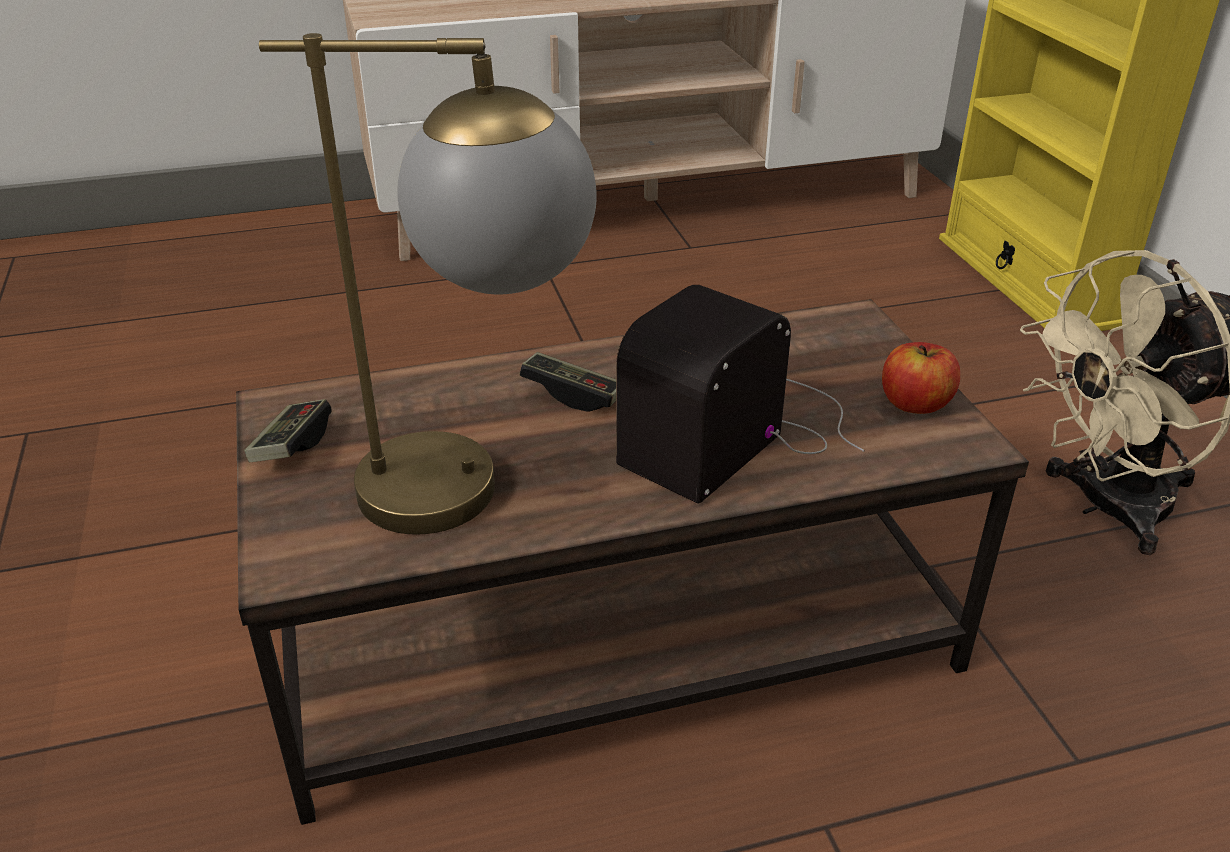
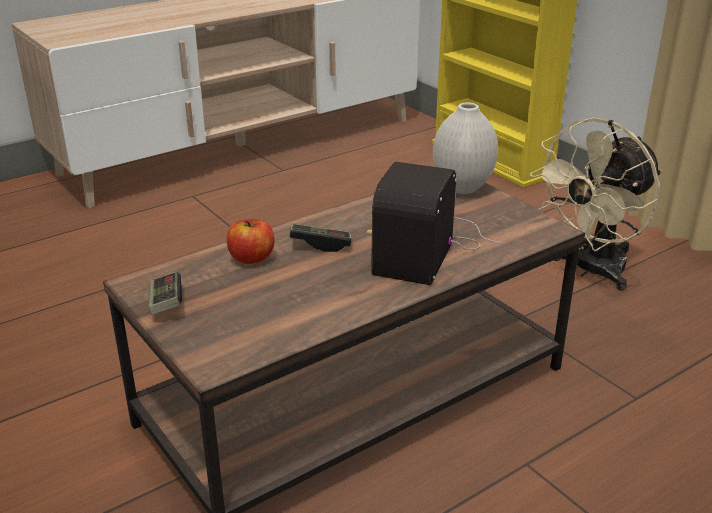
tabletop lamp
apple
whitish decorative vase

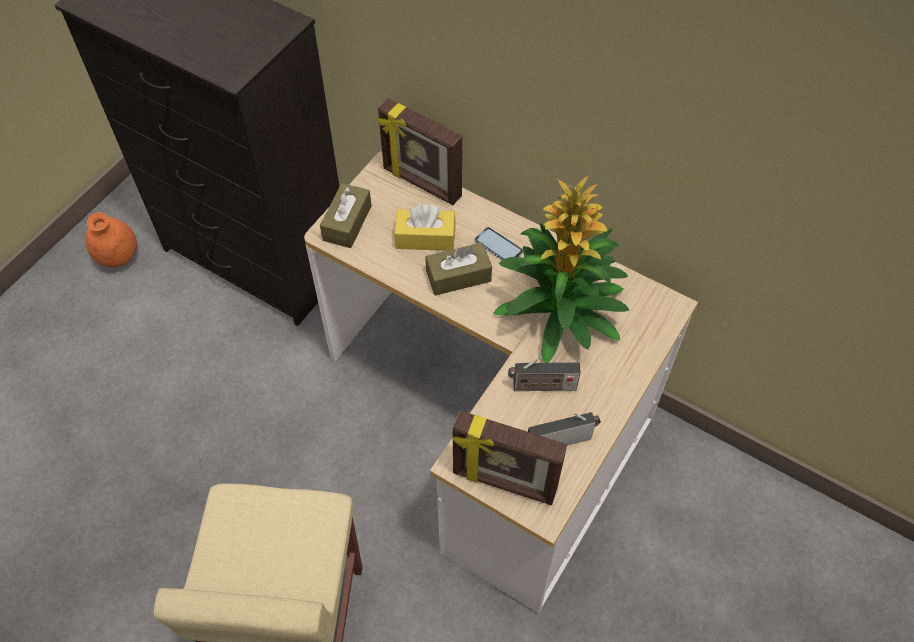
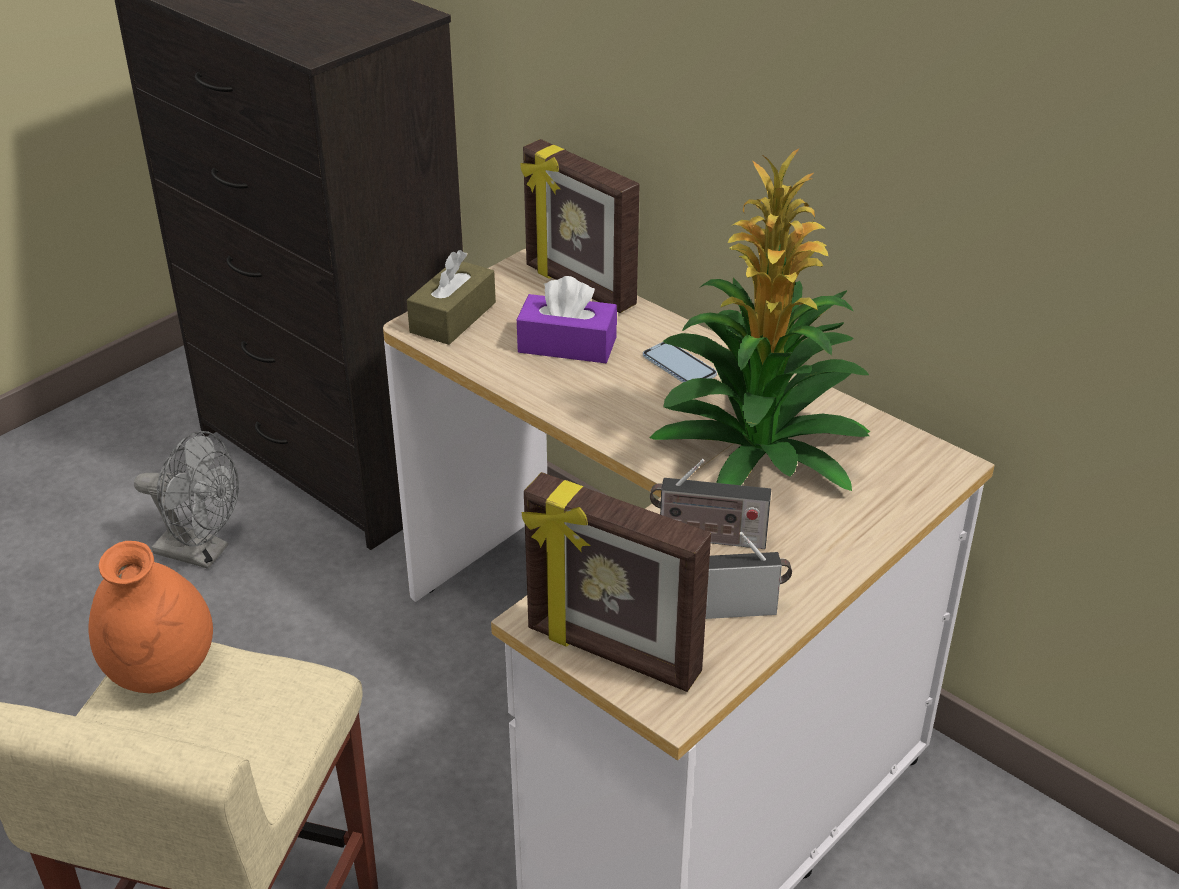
orange-coloured decorative vase
purplish tissue holder
brown-coloured tissue holder (no. 2 from left in the first image)
grey electric fan

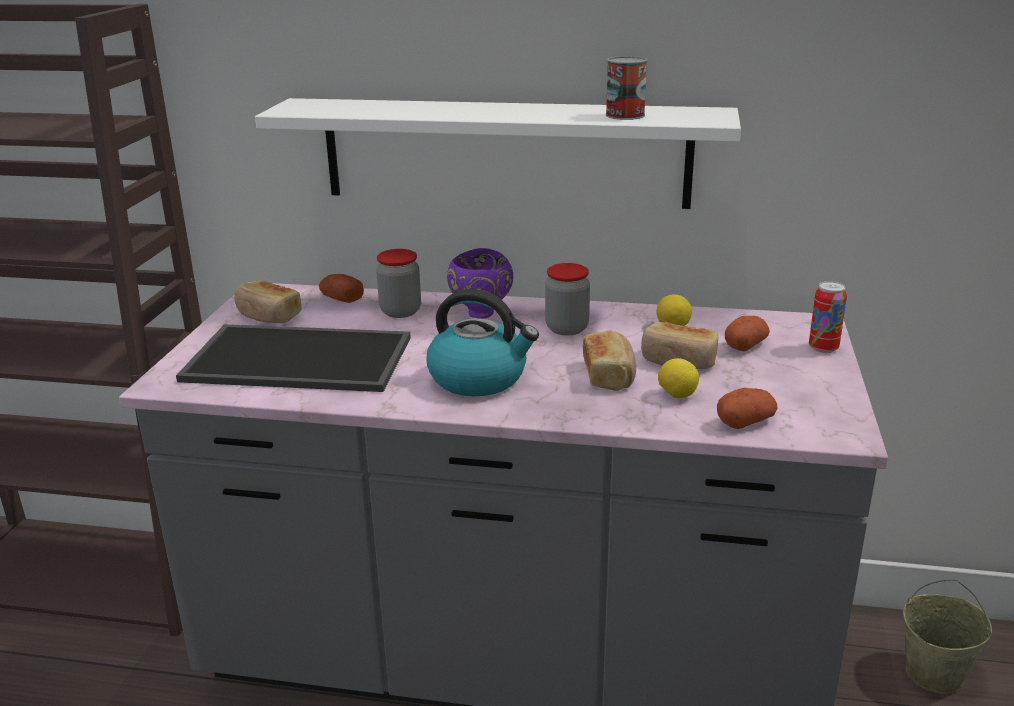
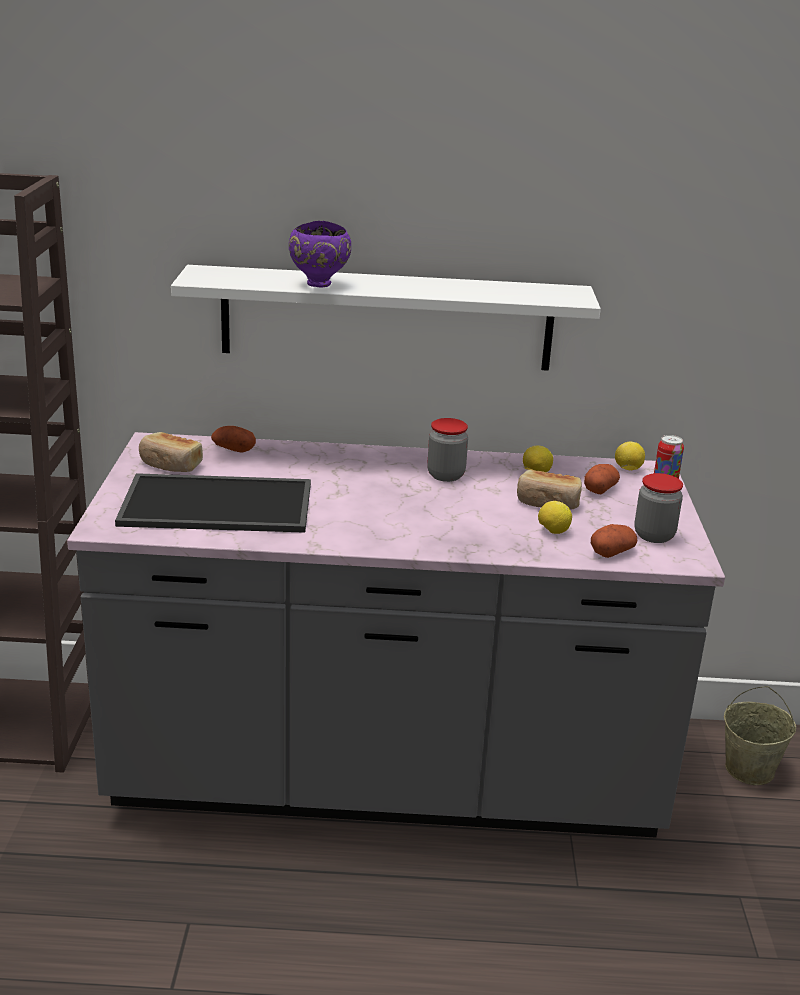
jar (no. 2 from left)
water kettle
purplish bowl
baked bread (no. 2 from left in the first image)
sealed can (no. 1 from left in the first image)
citrus fruit (no. 3 from left)

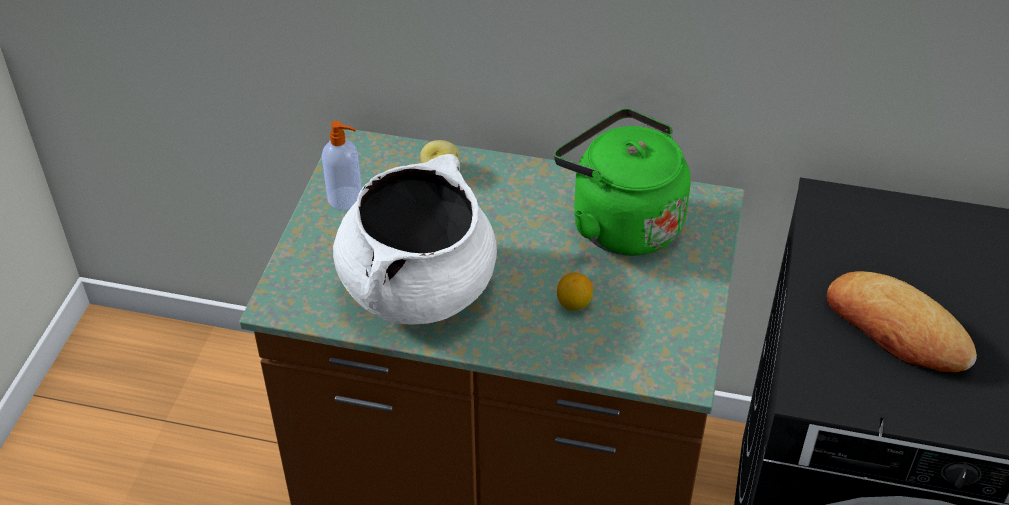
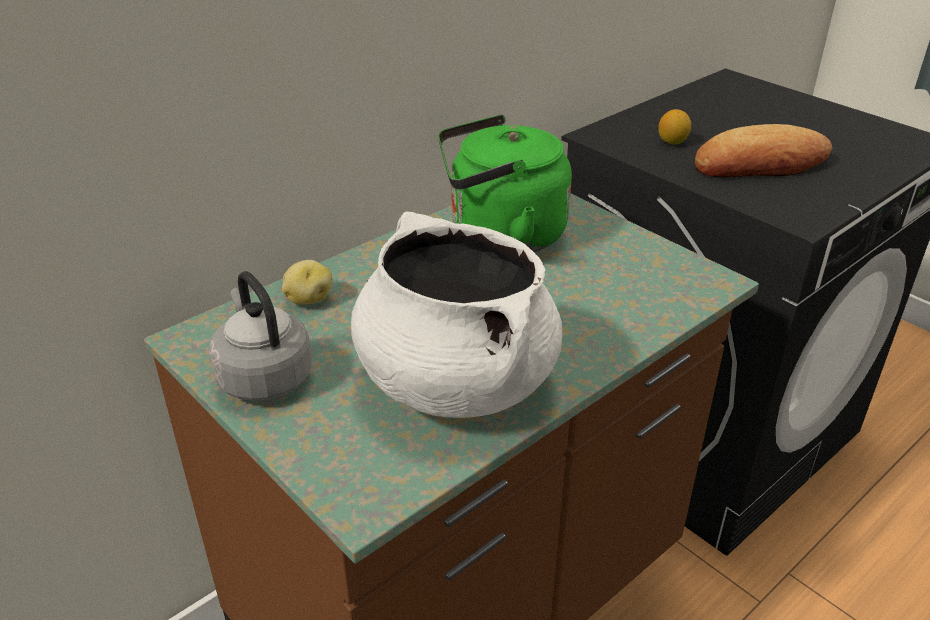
grey water kettle
citrus fruit

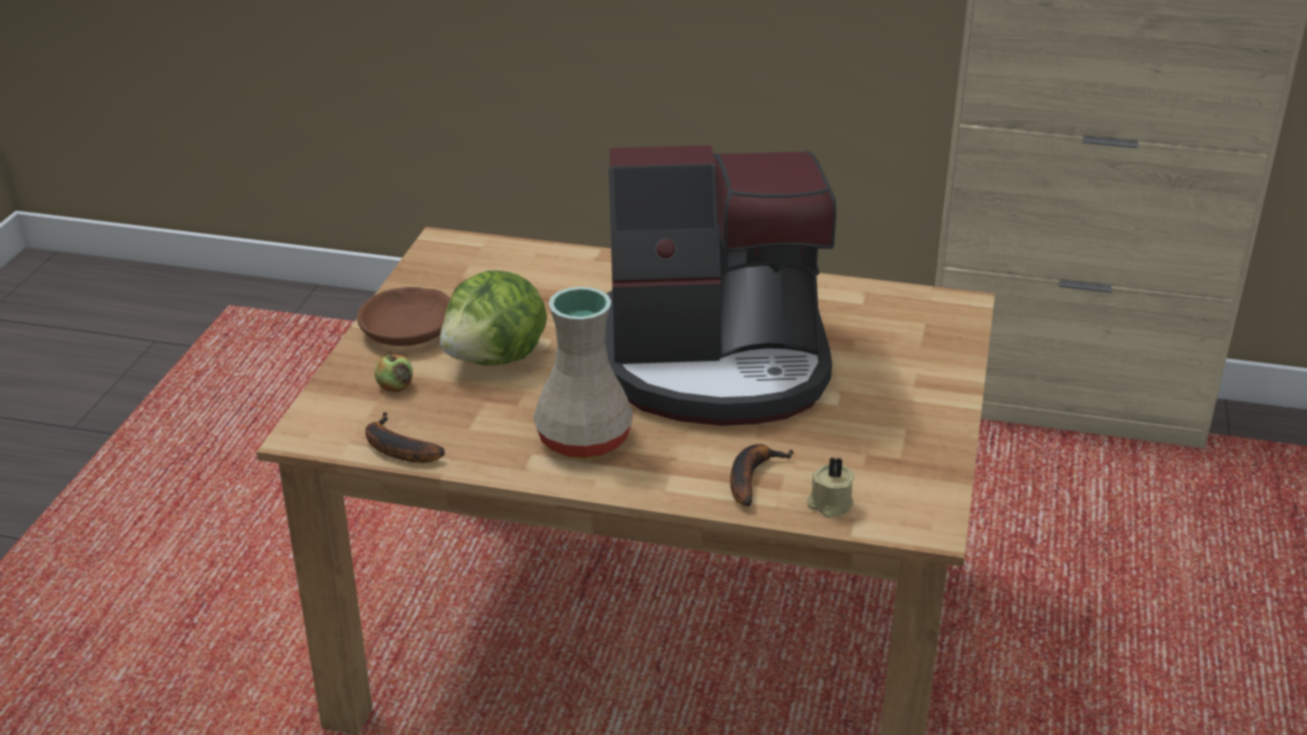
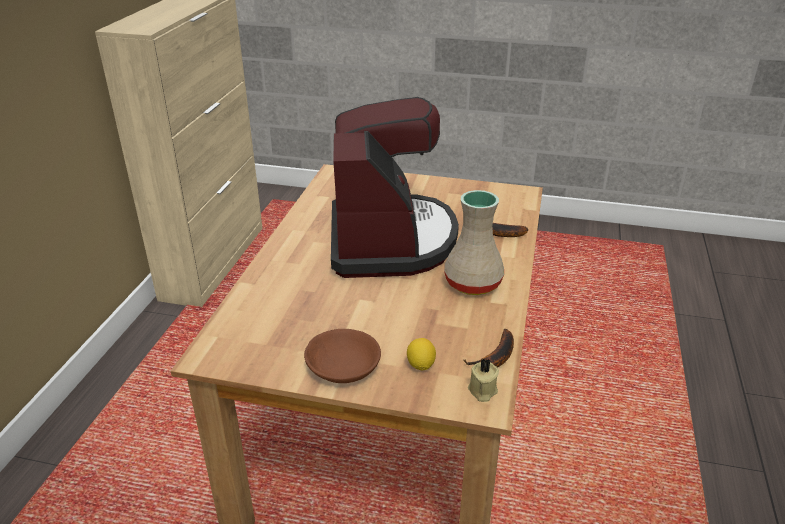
citrus fruit
lettuce head
beige candle

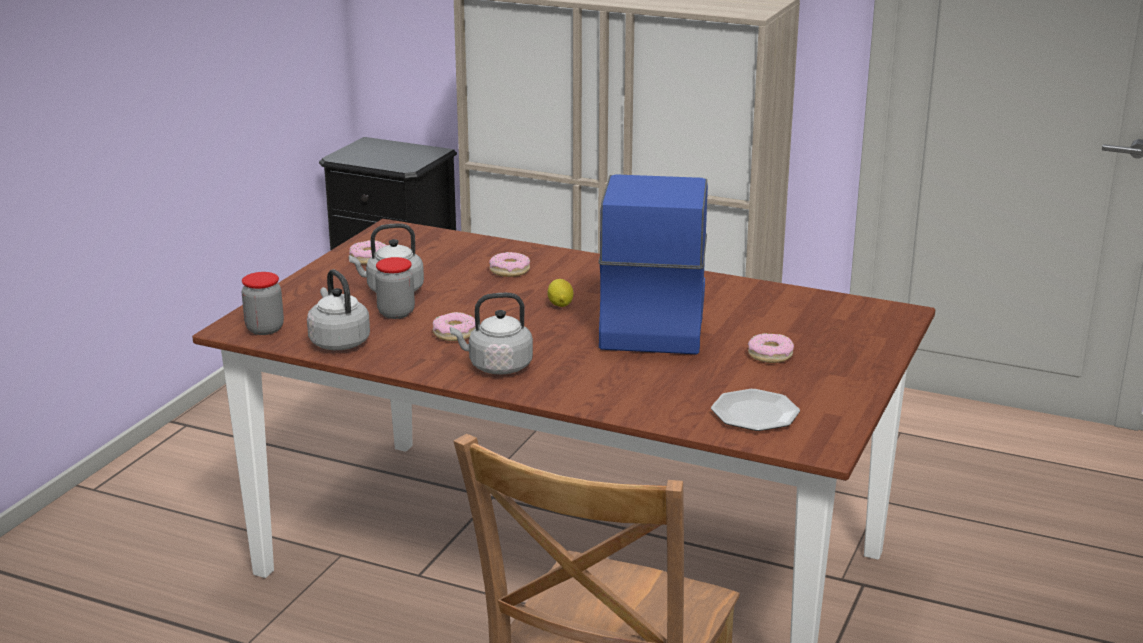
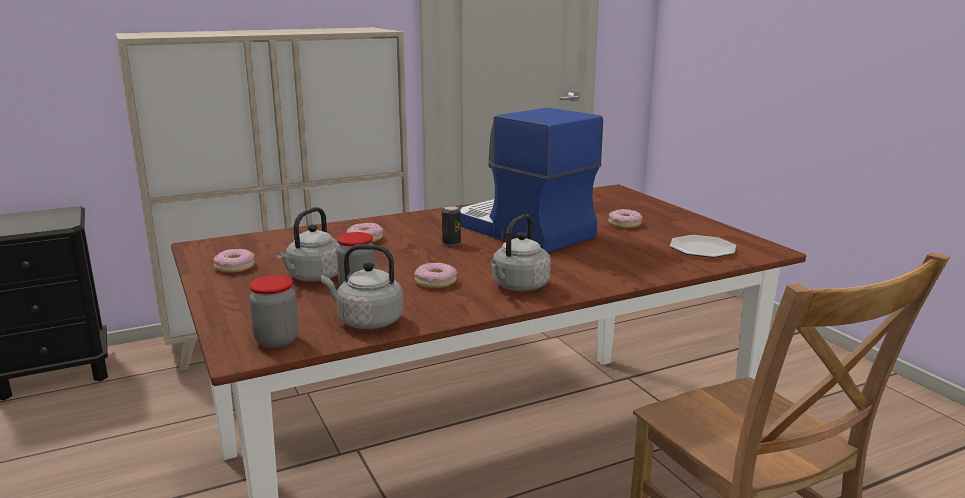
sealed can

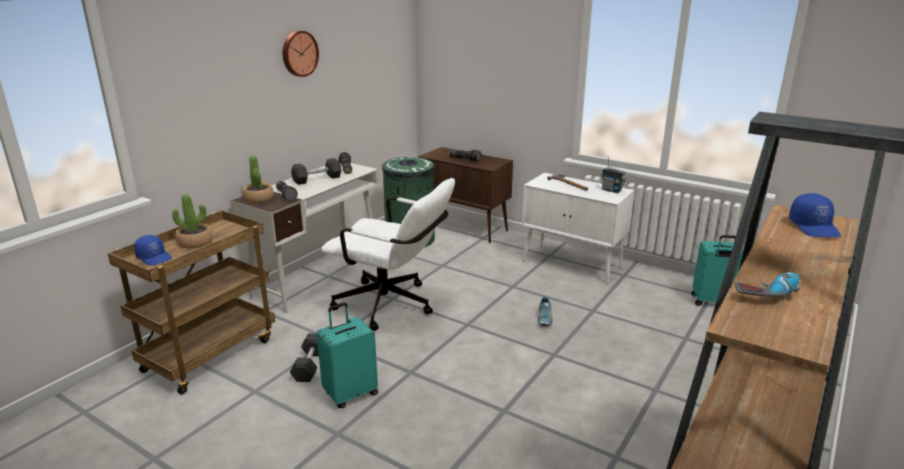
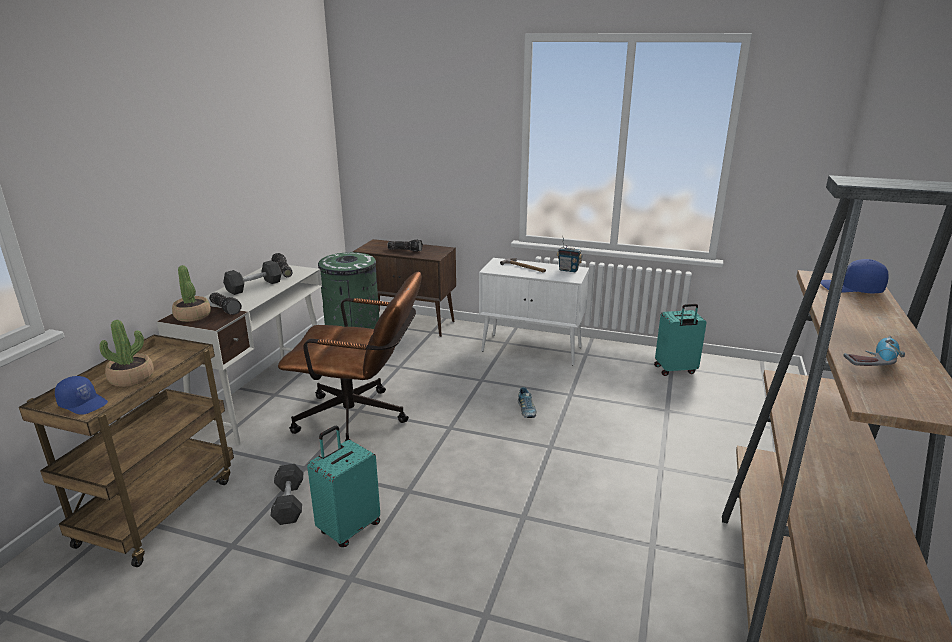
clock on the wall
brown-coloured office chair
blue peaked cap (no. 2 from left)

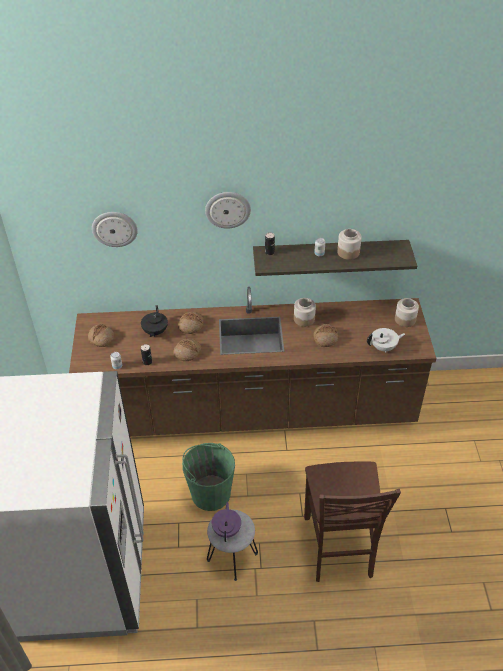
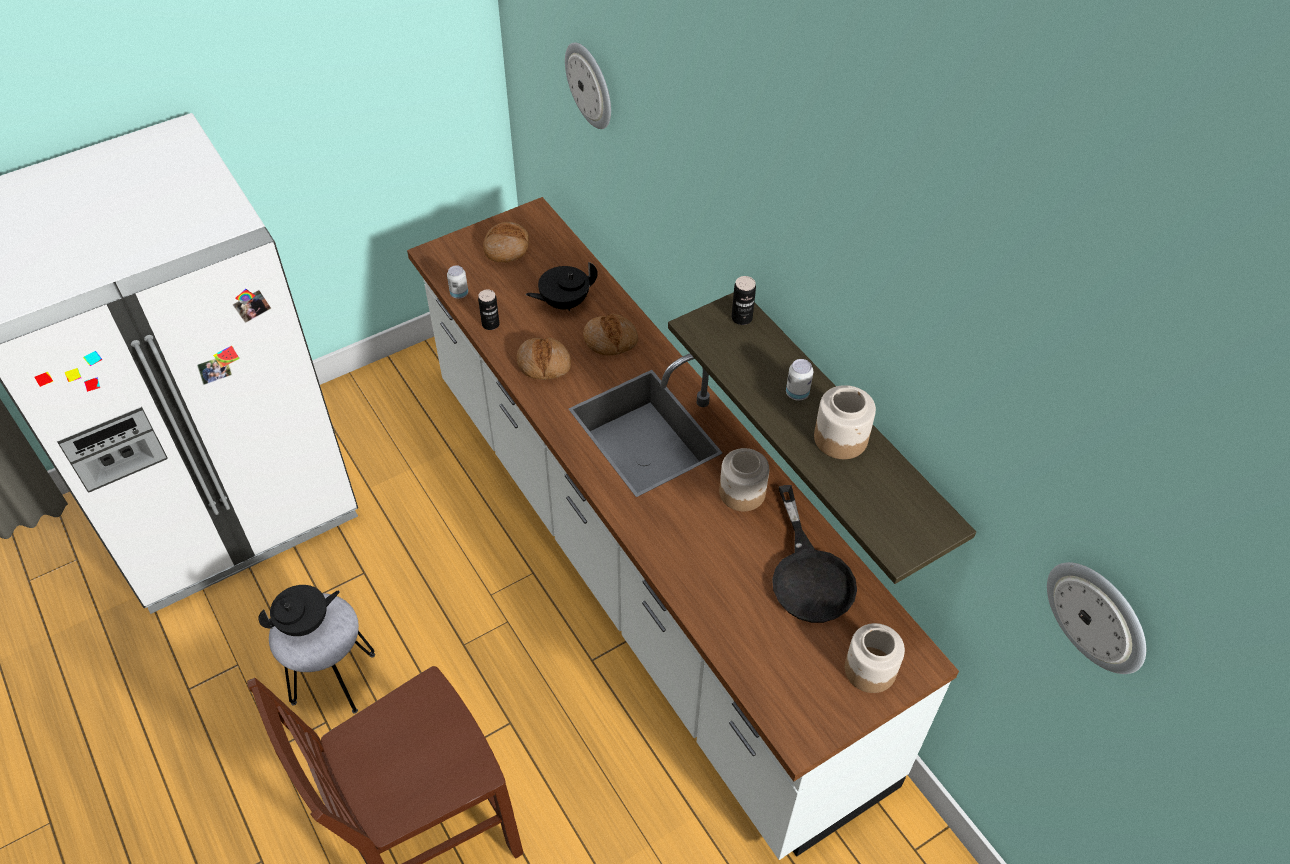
whitish kitchen counter
greenish water bucket
clock on the wall (no. 2 from left)
blackish tea pot (no. 1 from left)
baked bread (no. 4 from left in the first image)
whitish tea pot
blackish pan

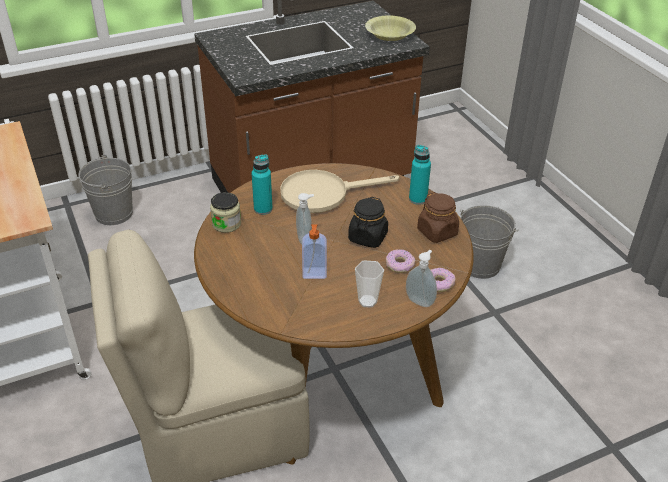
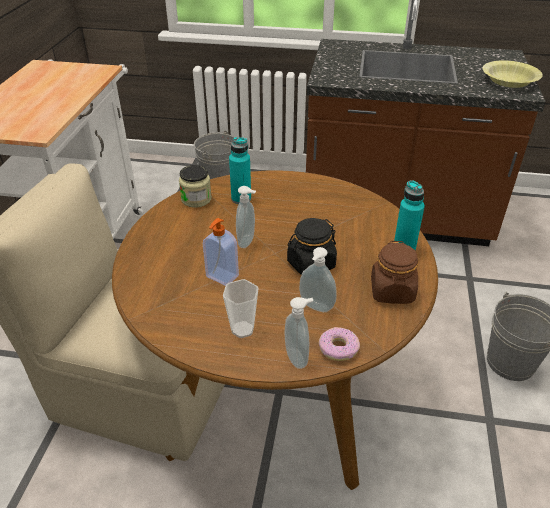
beige pan
soap dispenser (no. 4 from left)

